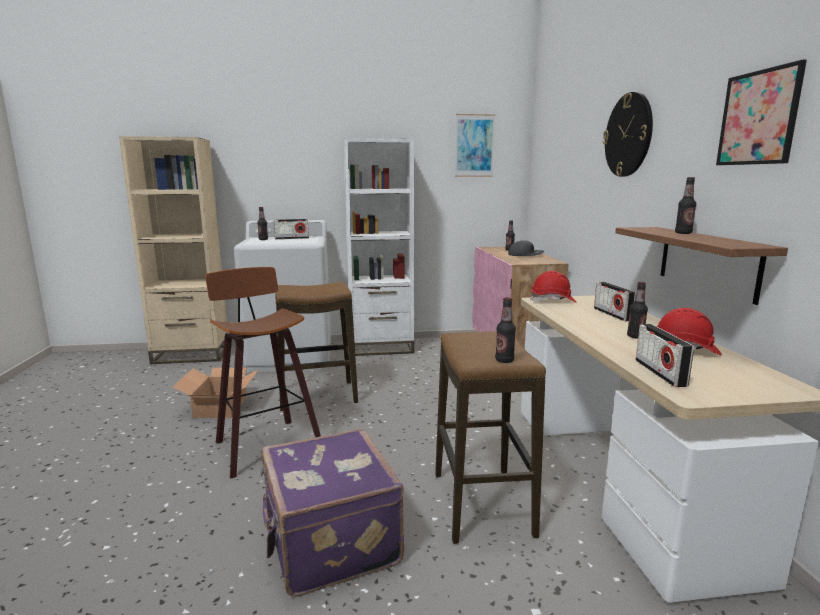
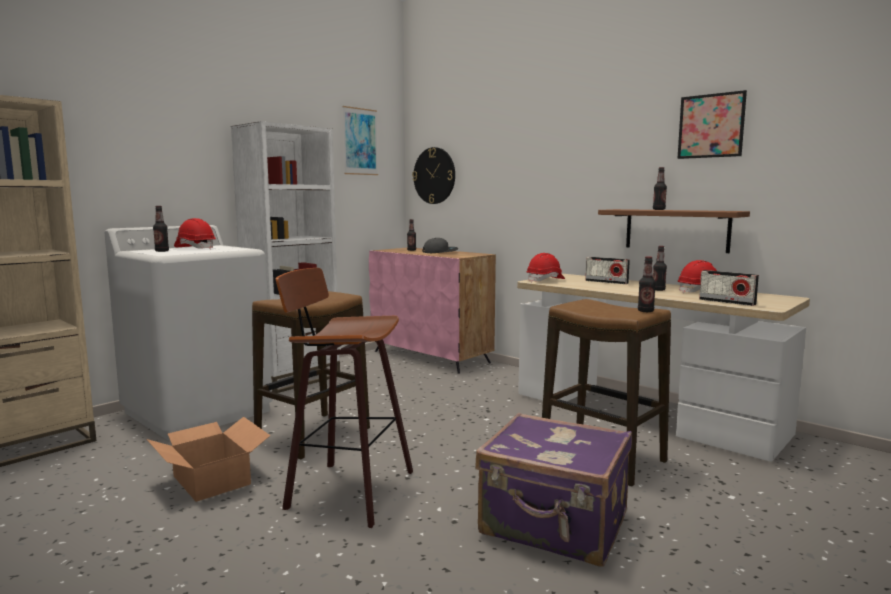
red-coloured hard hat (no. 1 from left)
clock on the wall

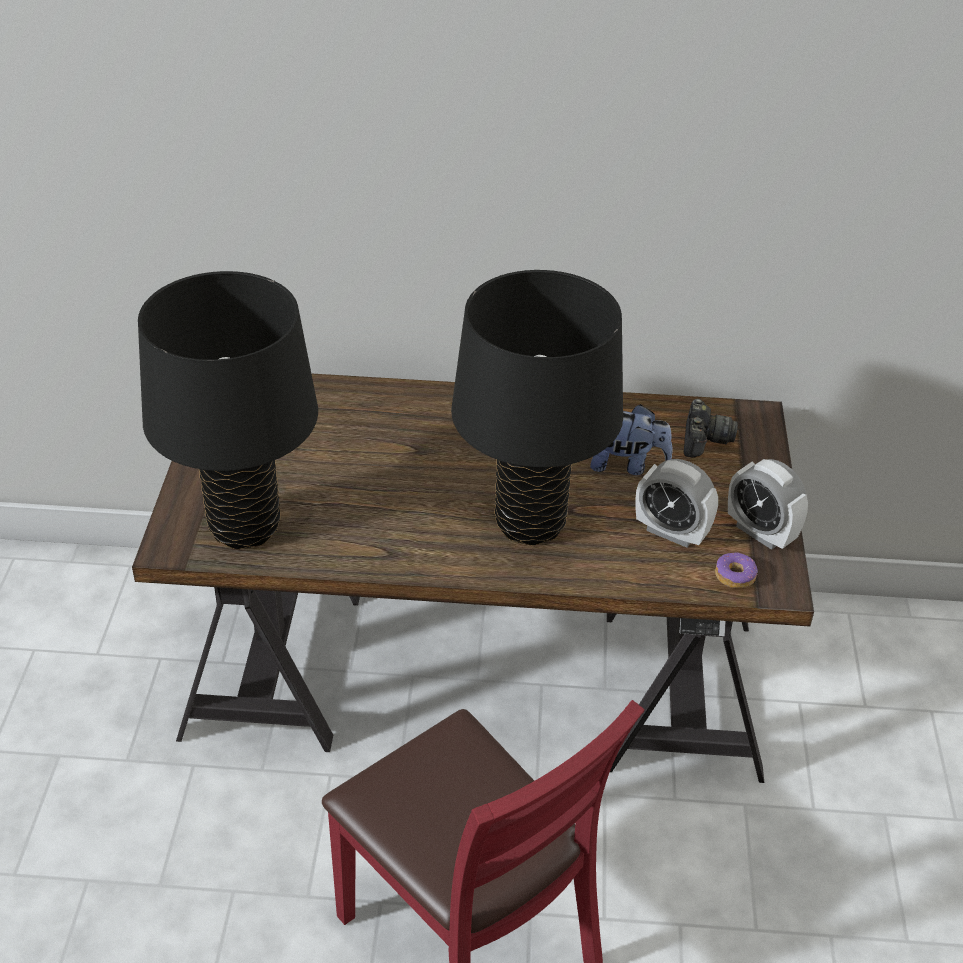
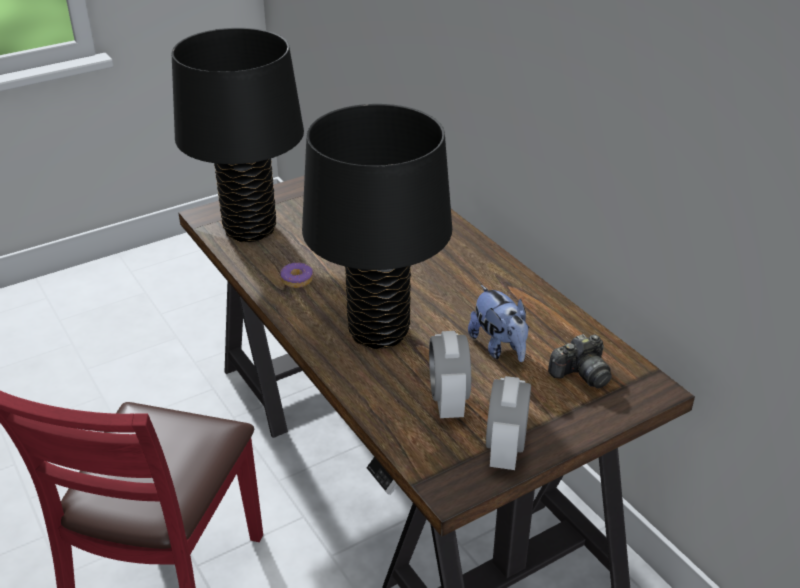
donut

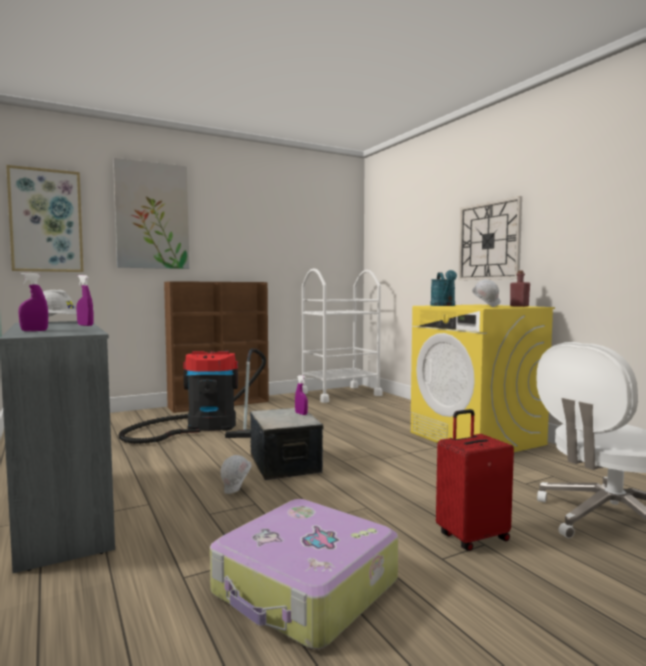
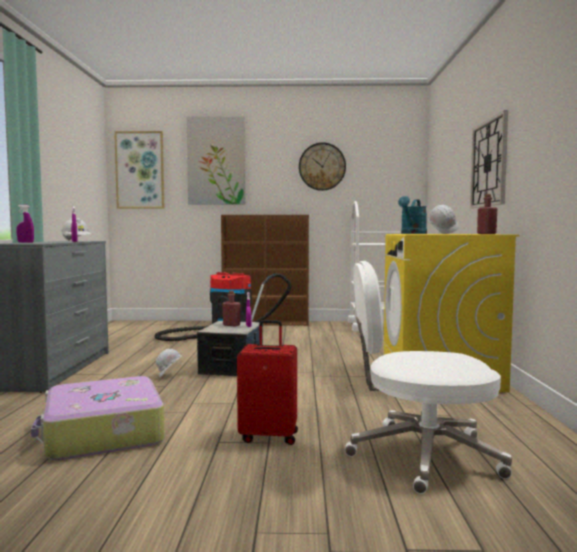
red-coloured beverage bottle (no. 1 from left)
clock on the wall (no. 1 from left)

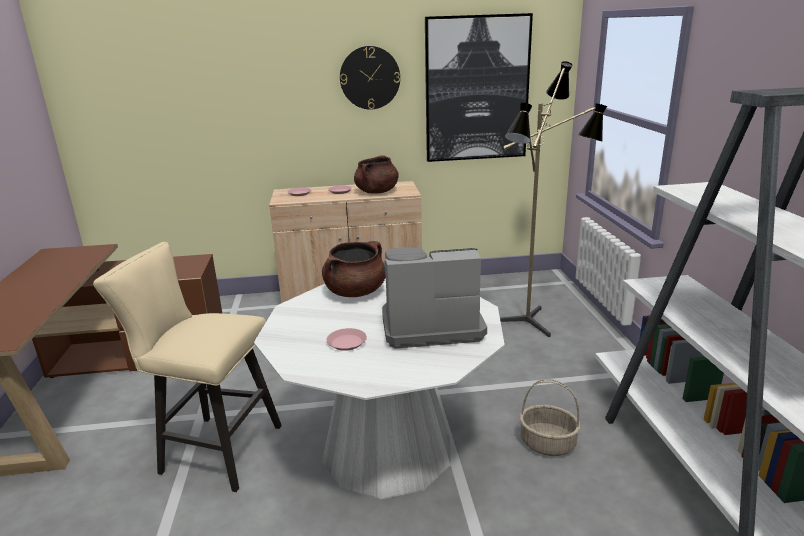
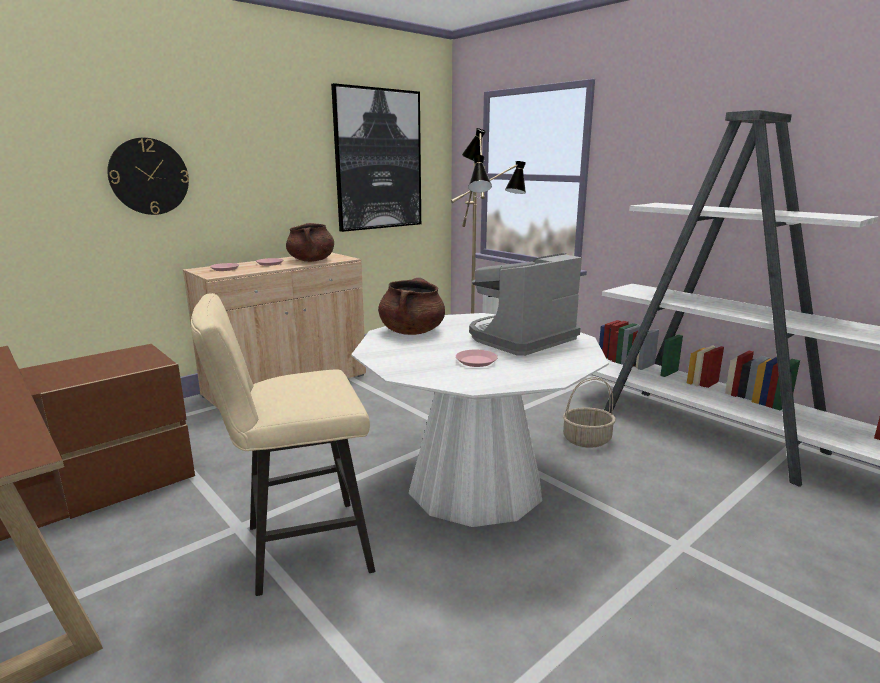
clock on the wall

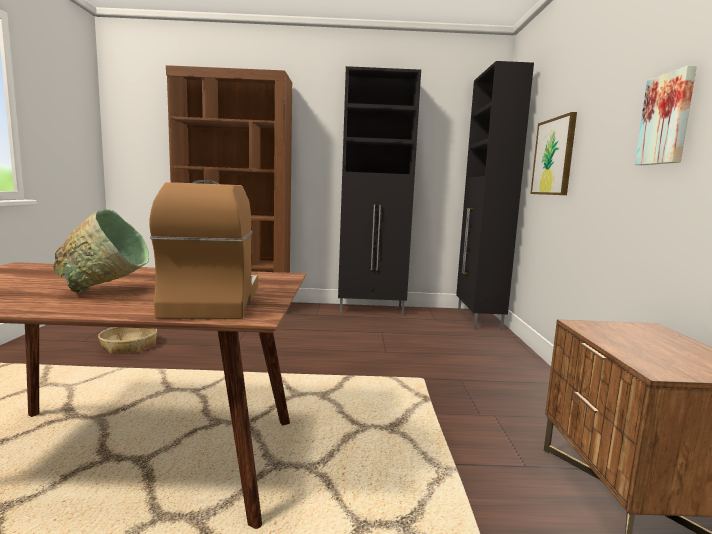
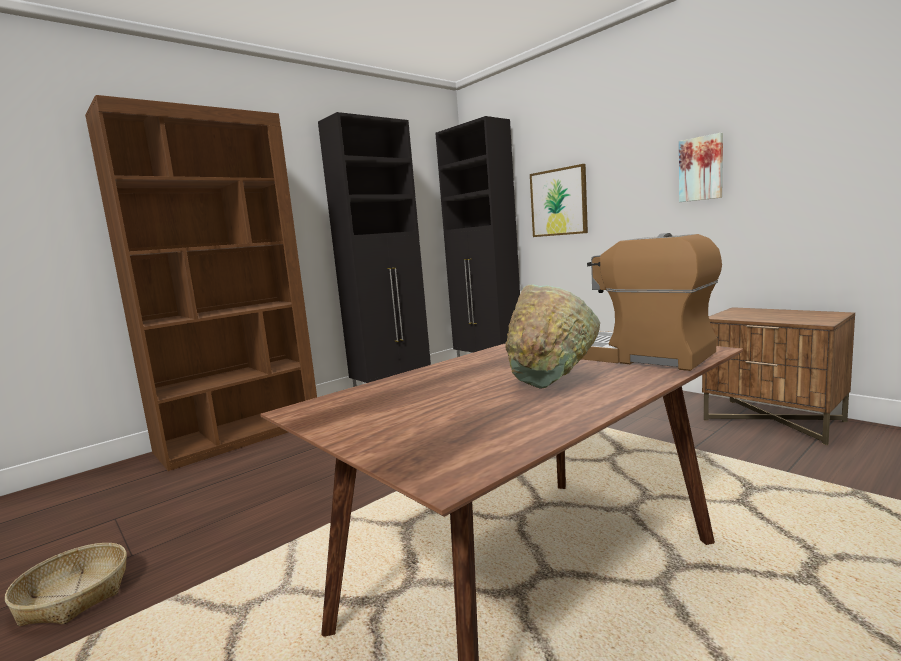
basket

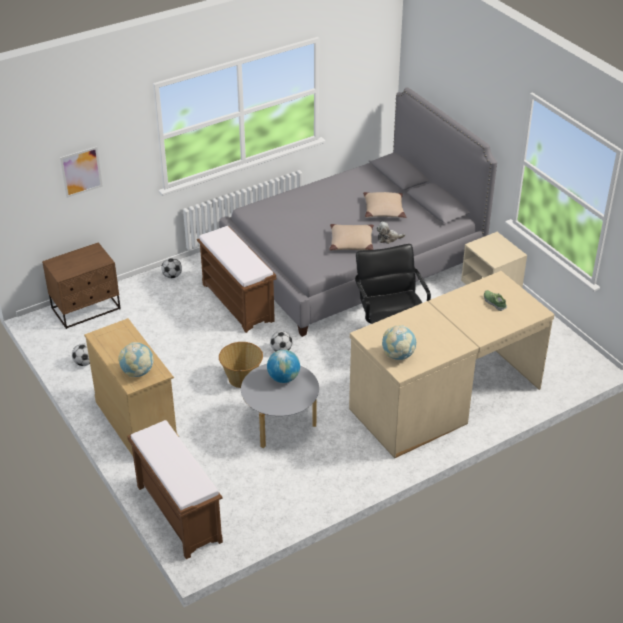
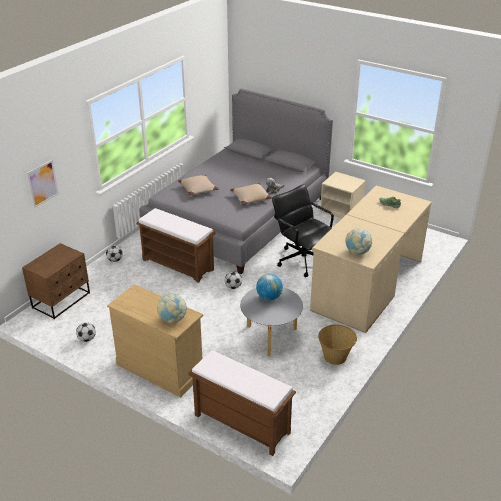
basket
beige throw pillow (no. 1 from left)

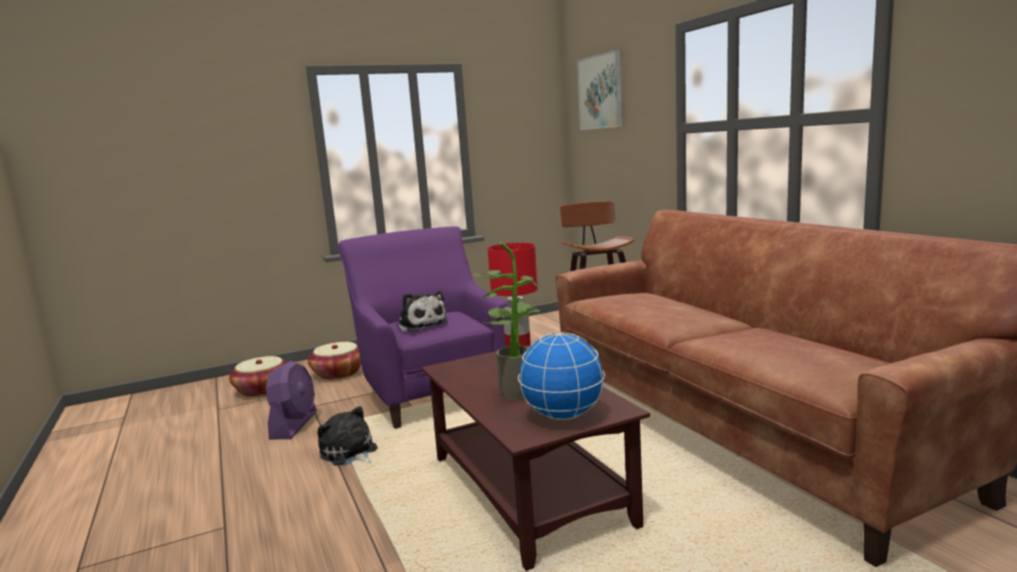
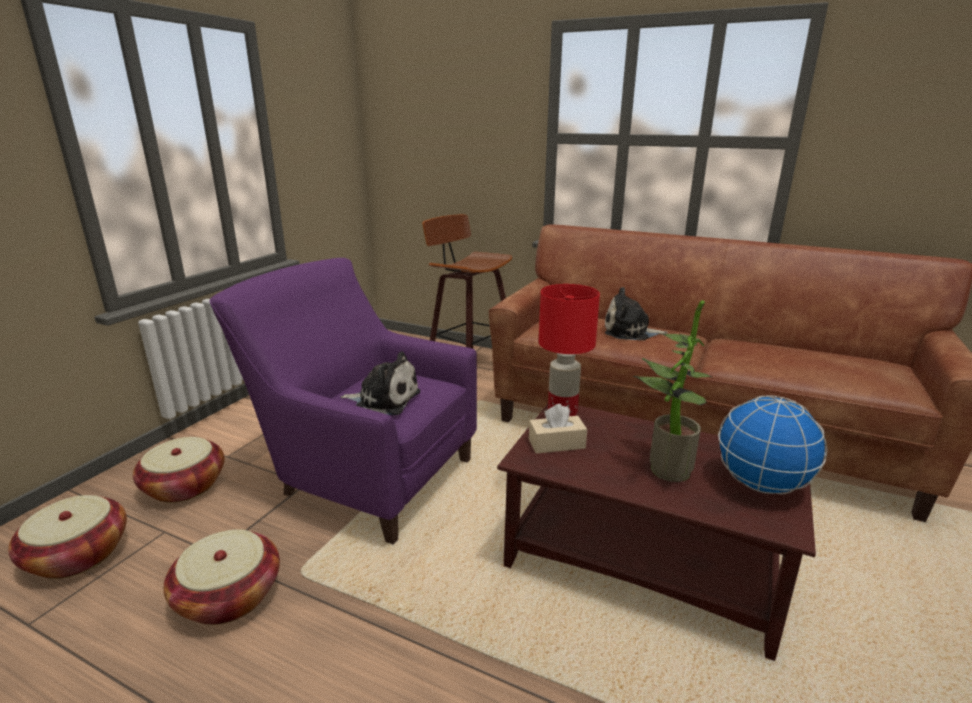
basket (no. 3 from left)
cuddly toy (no. 2 from left)
picture
beige tissue holder

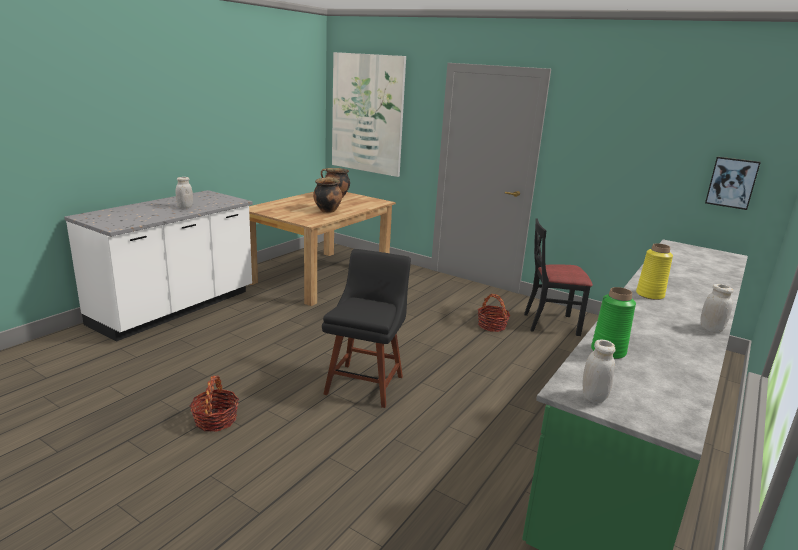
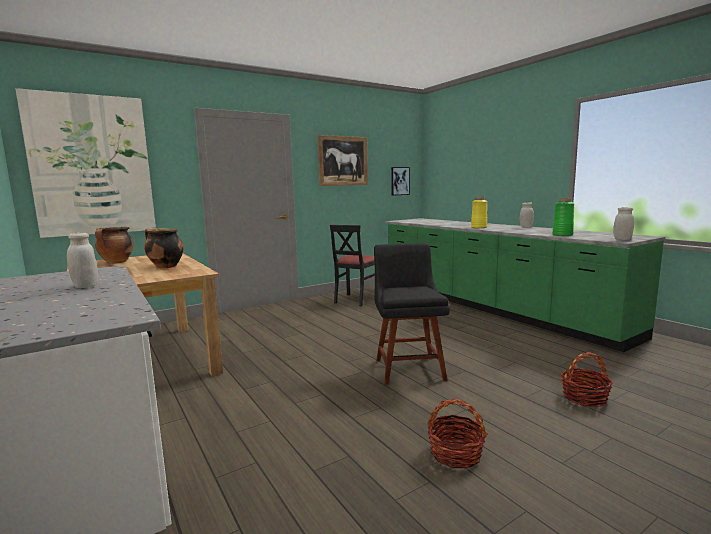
blackish upright chair (no. 2 from left)
basket (no. 2 from left)
picture (no. 2 from left)

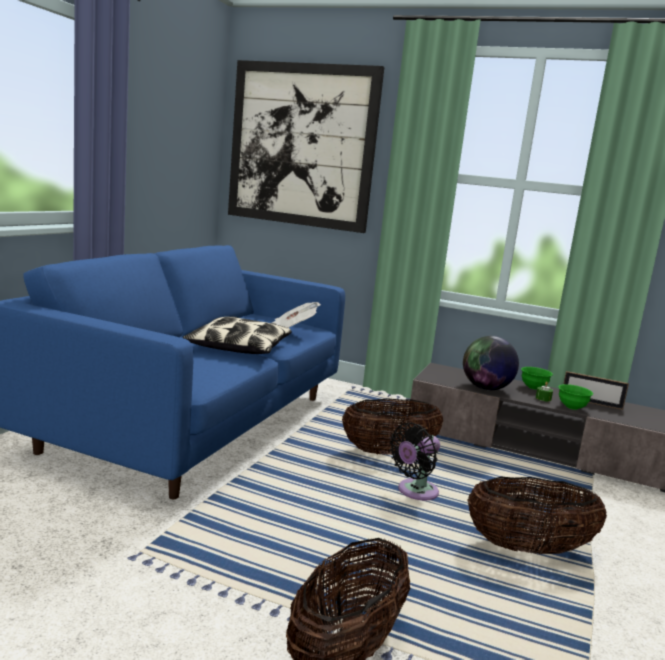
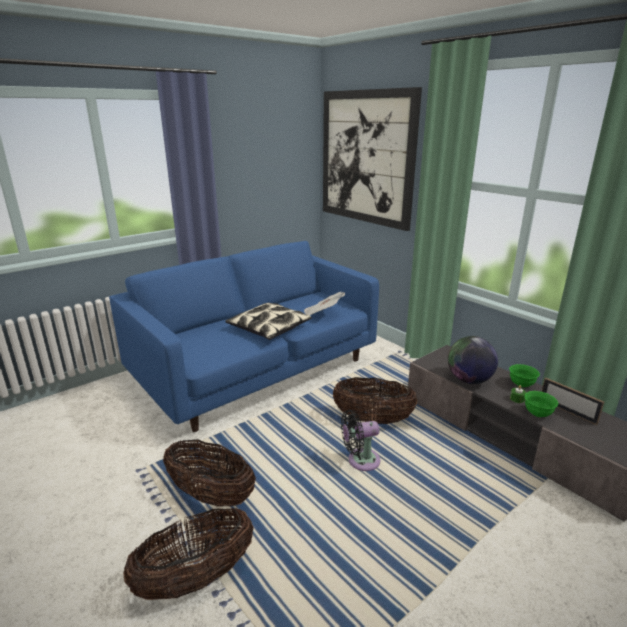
basket (no. 2 from left)

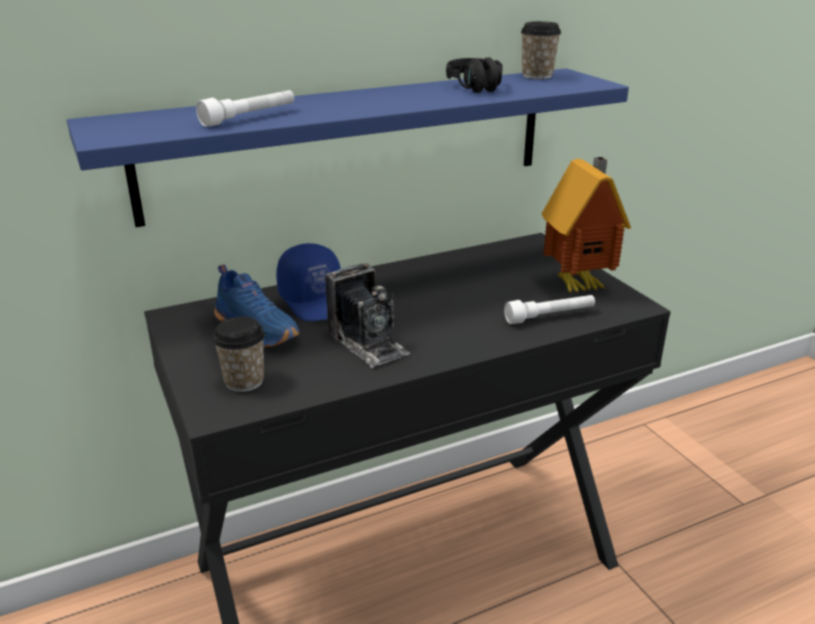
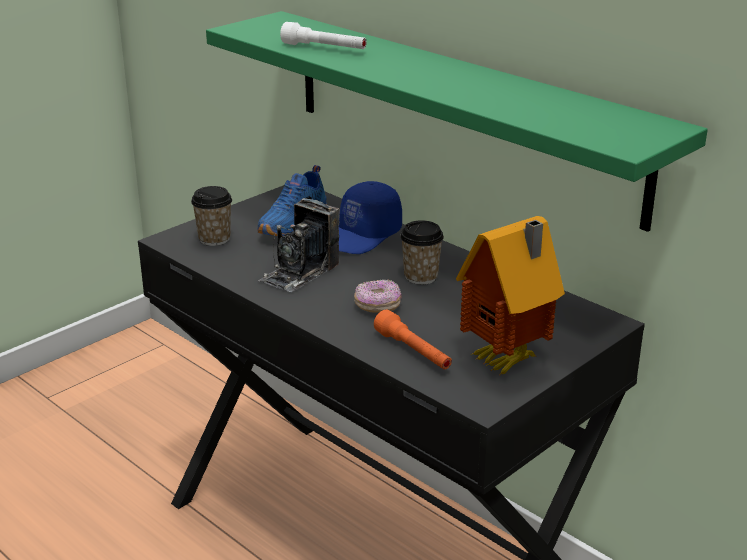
greenish shelf
blackish headphones
orange-coloured flashlight
drinking cup (no. 2 from left)
donut

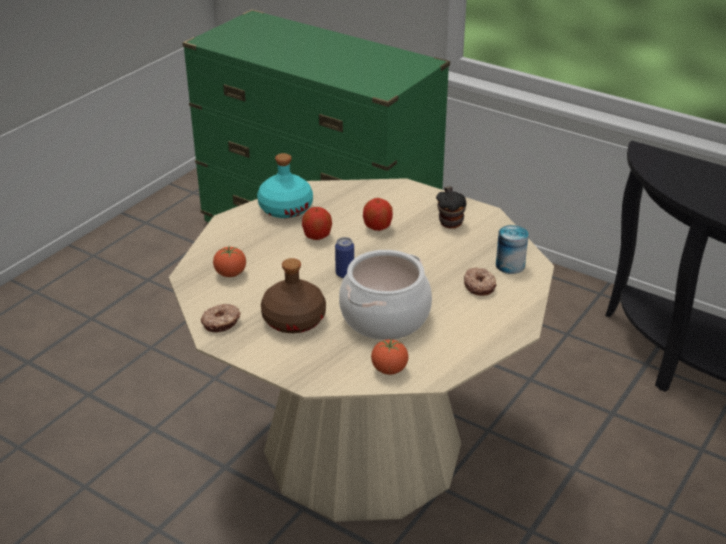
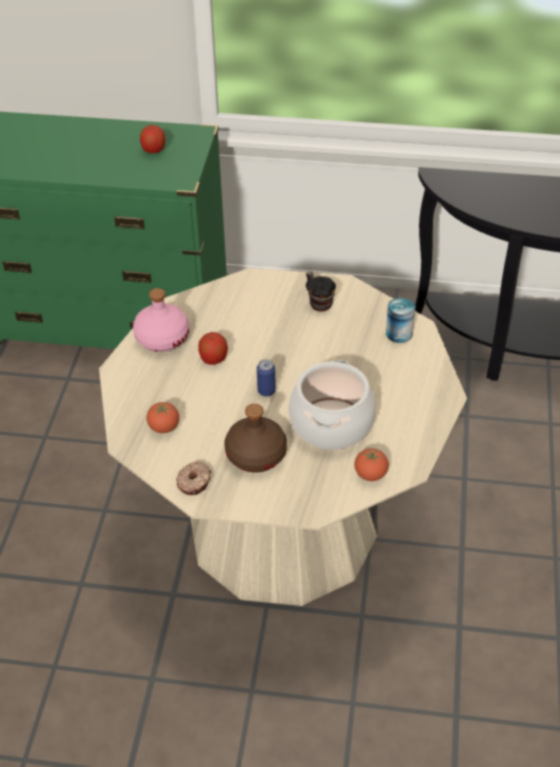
pinkish beverage bottle
apple (no. 1 from left)
donut (no. 2 from left in the first image)

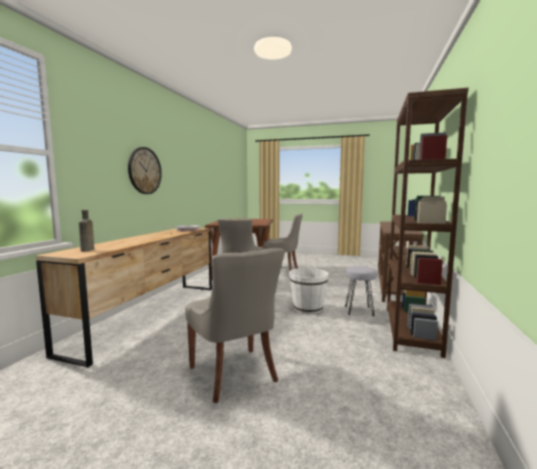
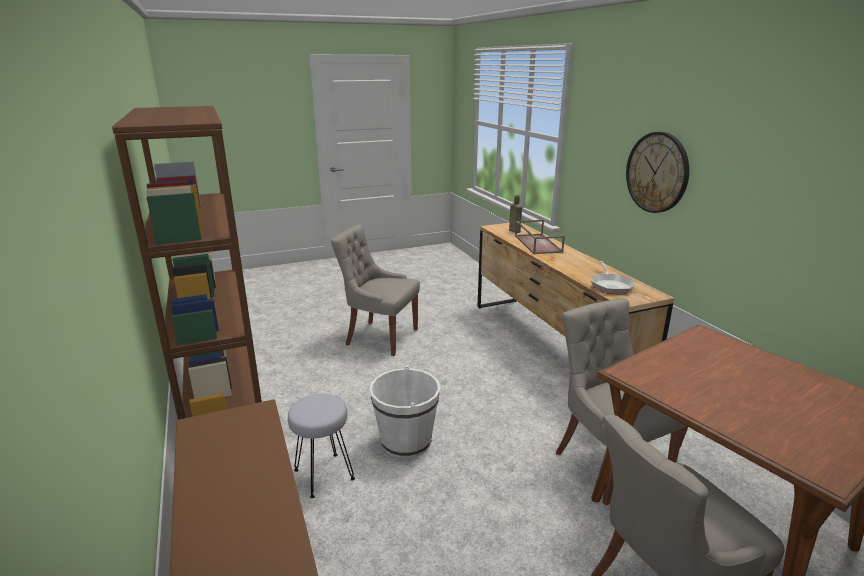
brown-coloured carrying tray

